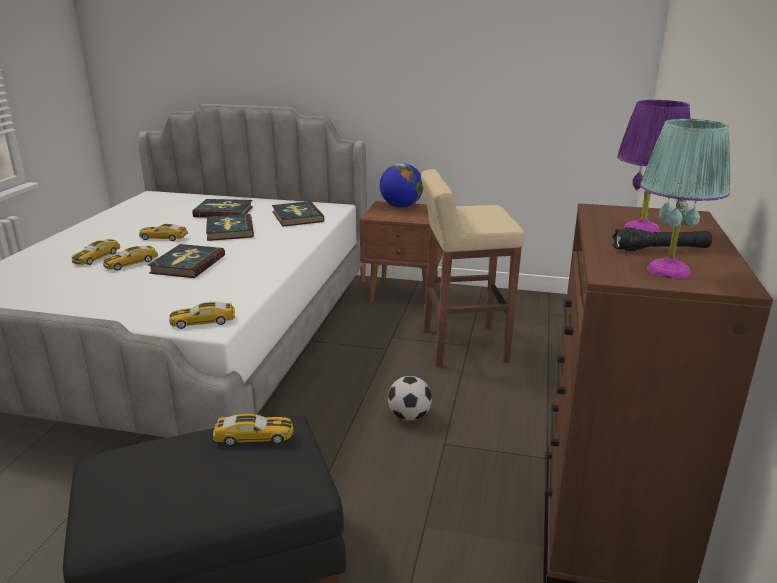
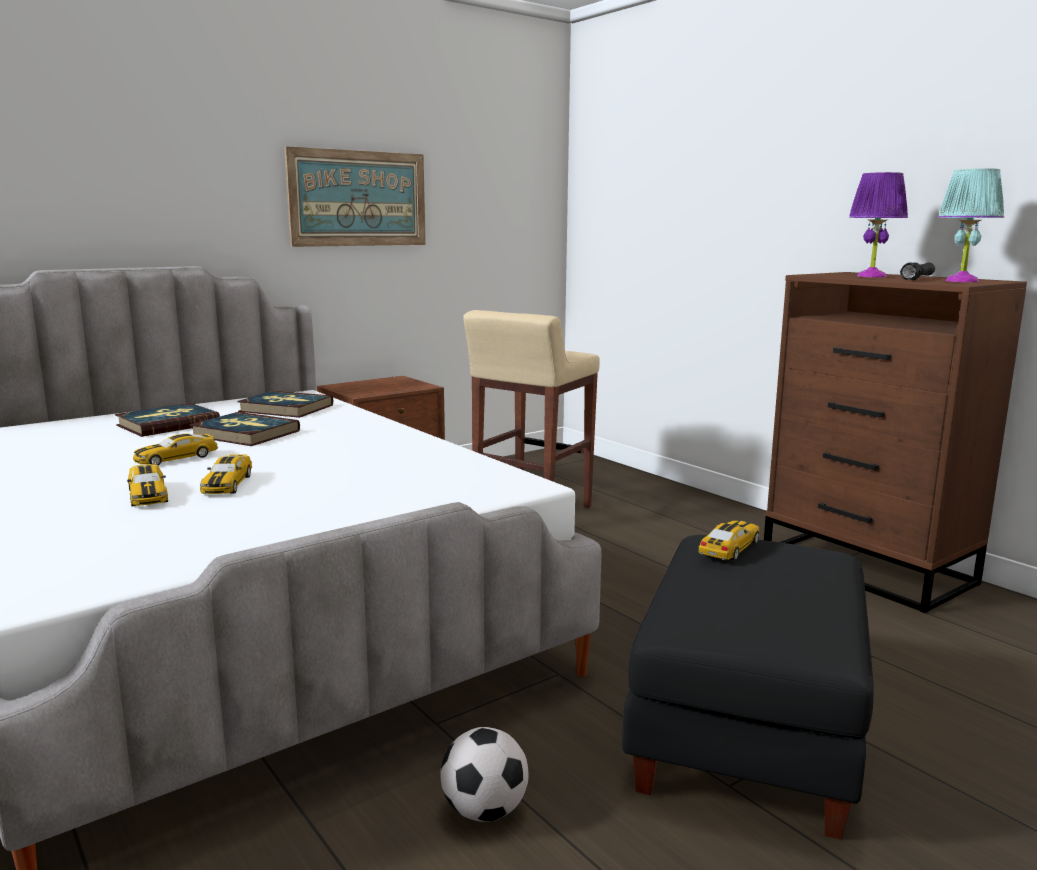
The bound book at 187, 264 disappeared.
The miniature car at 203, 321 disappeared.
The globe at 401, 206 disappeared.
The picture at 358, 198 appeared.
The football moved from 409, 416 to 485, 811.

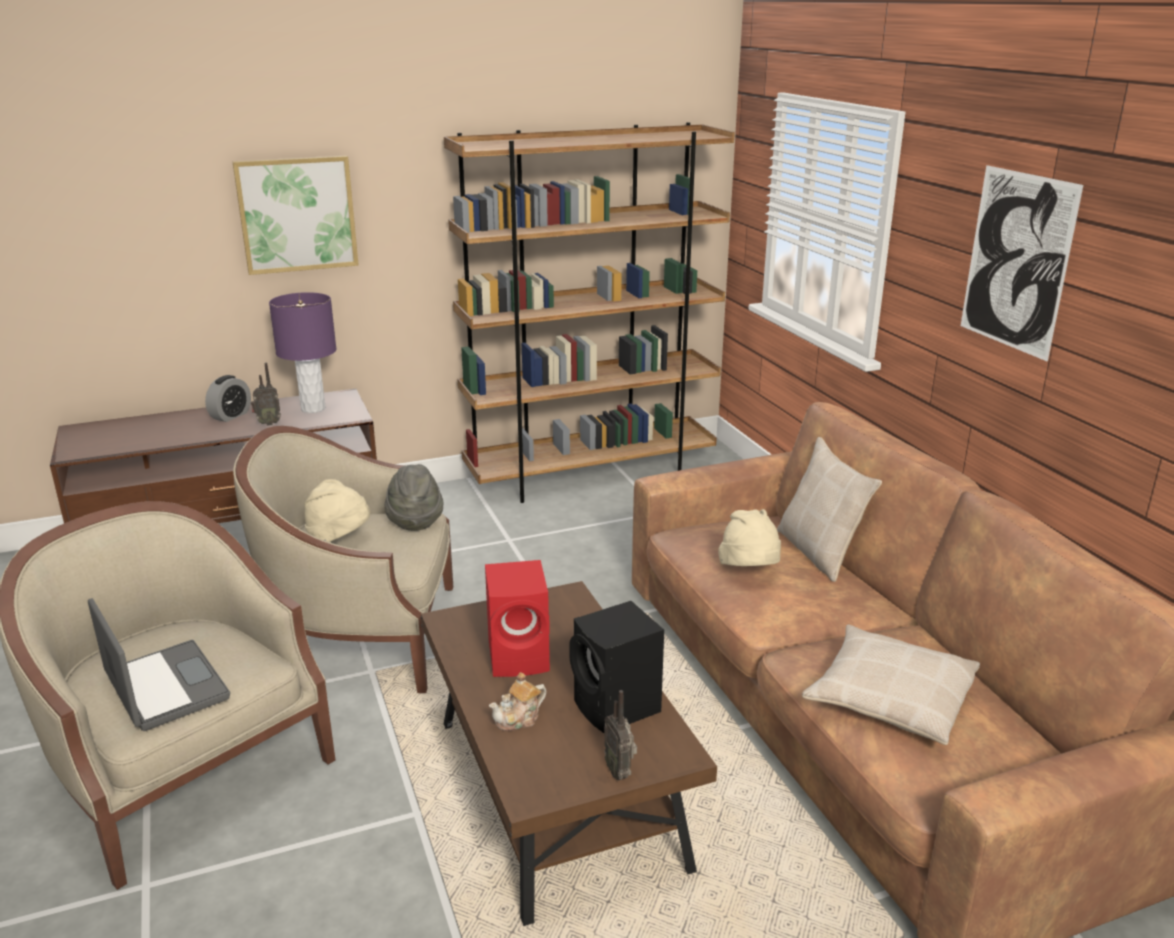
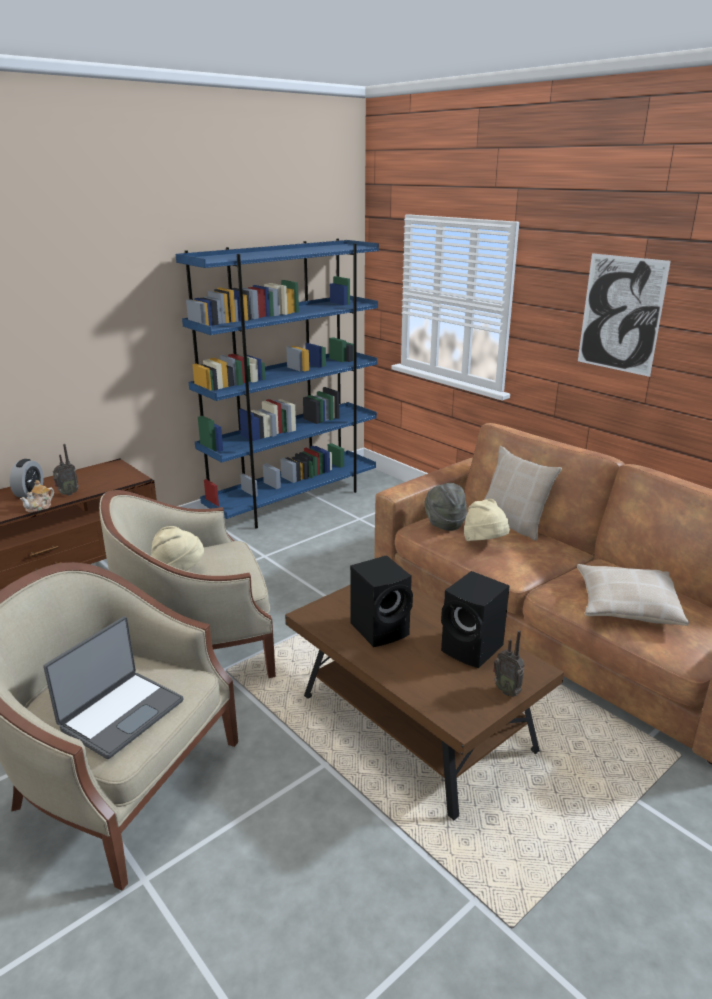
The picture at 297, 214 disappeared.
The table lamp/purplish at 312, 408 disappeared.
The wearable hat/greyish moved from 415, 520 to 444, 523.
The tea pot moved from 519, 719 to 40, 507.
The bookcase/brown at 591, 474 became the bookcase/blue at 293, 501.
The loudspeaker/reddish at 521, 656 became the loudspeaker/black at 381, 629.
The portable computer at 164, 688 turned 90 degrees clockwise.

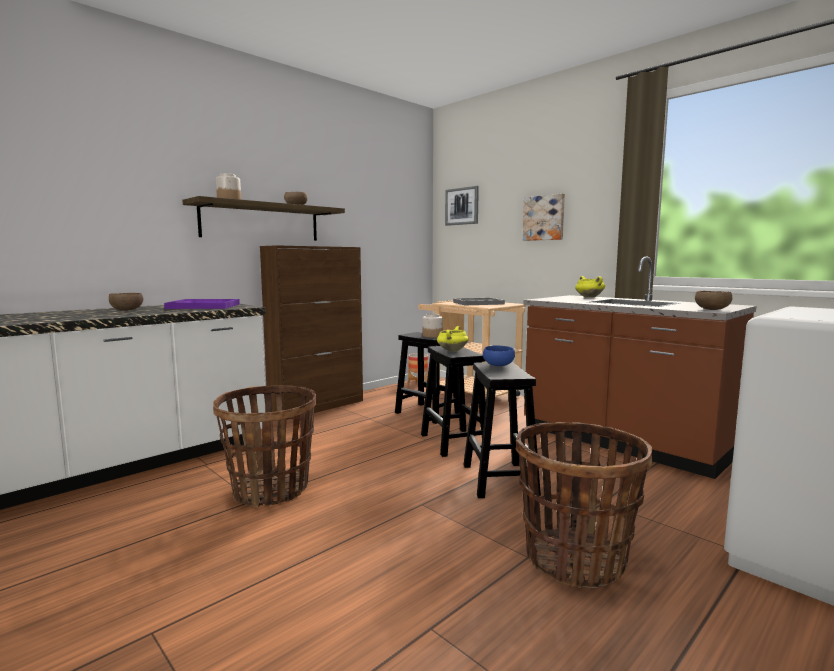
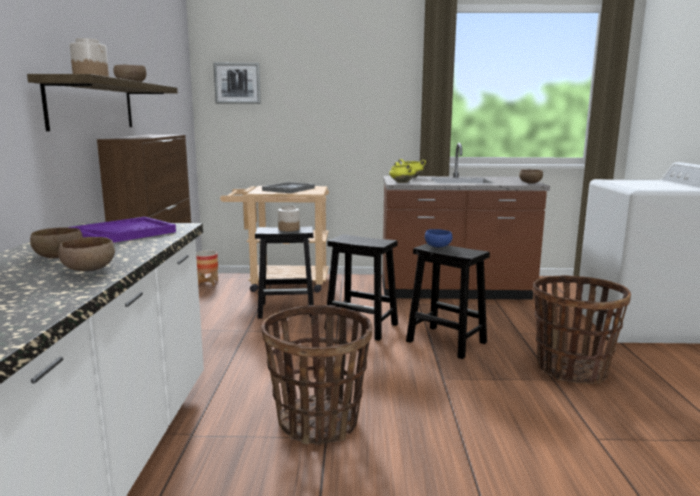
The picture at 544, 218 disappeared.
The serving bowl/brown at 90, 270 appeared.
The stockpot/yellow-coloured moved from 452, 350 to 401, 182.

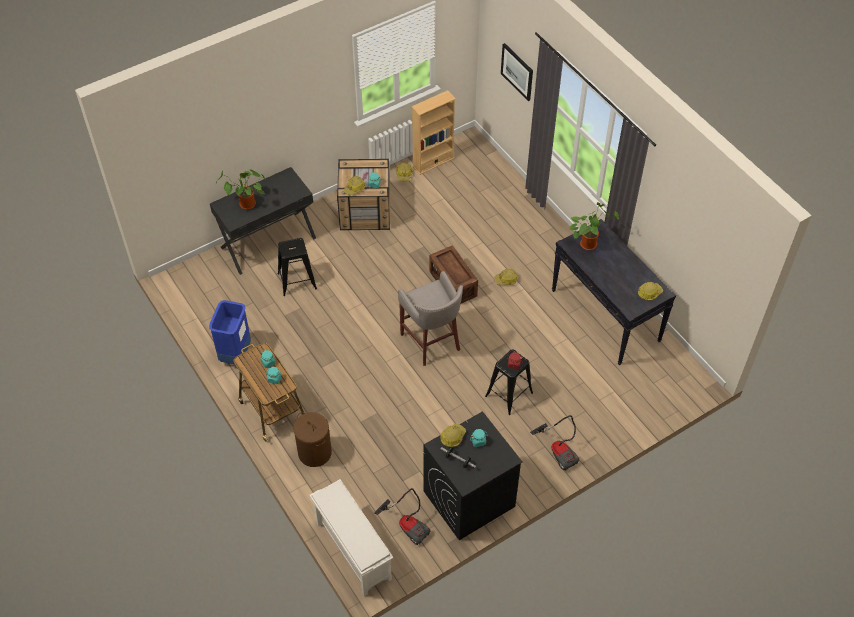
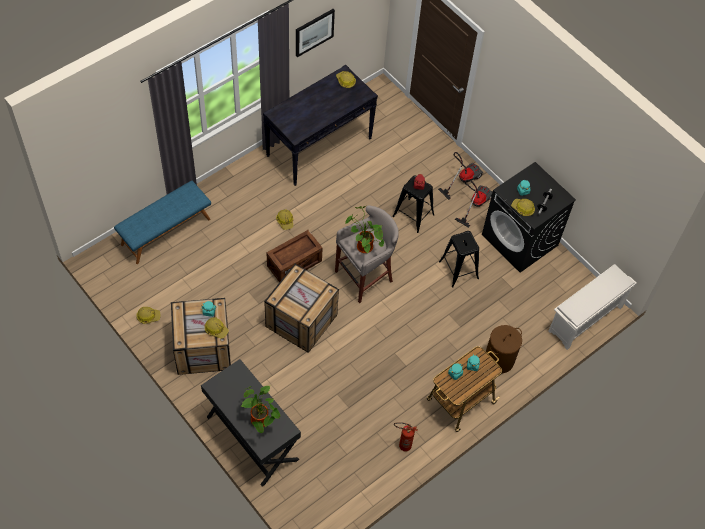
The bookcase/beige-coloured at 433, 162 disappeared.
The indoor bench/blue at 165, 231 appeared.
The packing crate at 302, 321 appeared.
The stool seat/black moved from 297, 281 to 458, 269.
The vacuum cleaner moved from 408, 525 to 475, 204.
The picture moved from 517, 71 to 314, 32.
The houseplant moved from 589, 243 to 363, 246.
The rubbish bin/blue at 236, 354 was replaced by the fire-fighting cylinder at 401, 445.

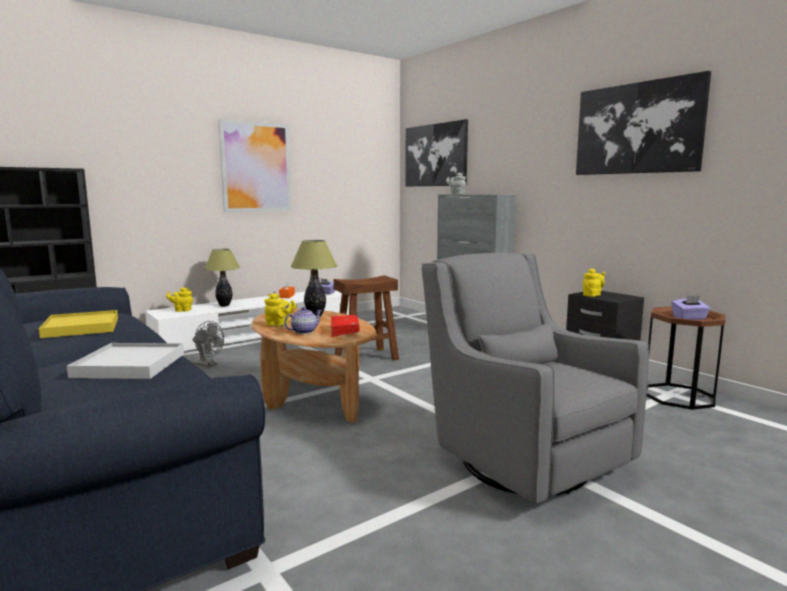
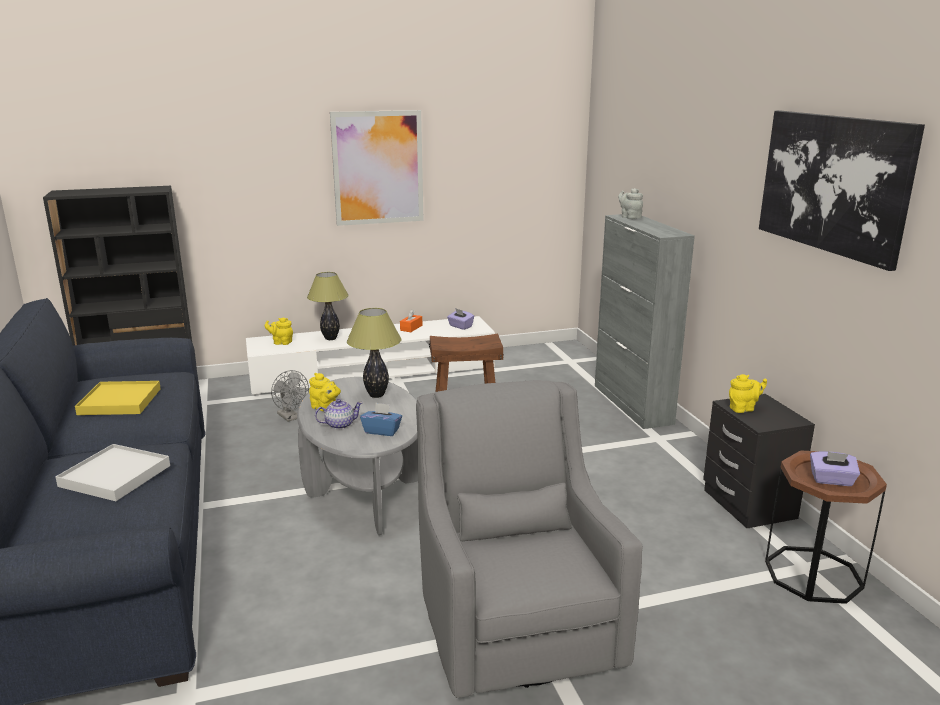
The picture at 435, 155 disappeared.
The bound book/reddish at 344, 331 was replaced by the tissue box/blue at 382, 431.
The low table/brown at 314, 398 became the low table/greyish at 364, 489.

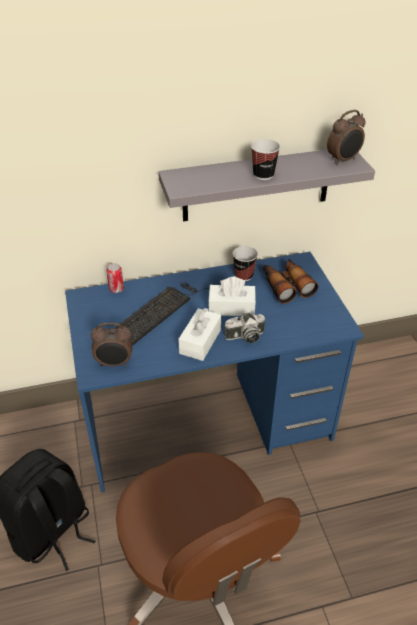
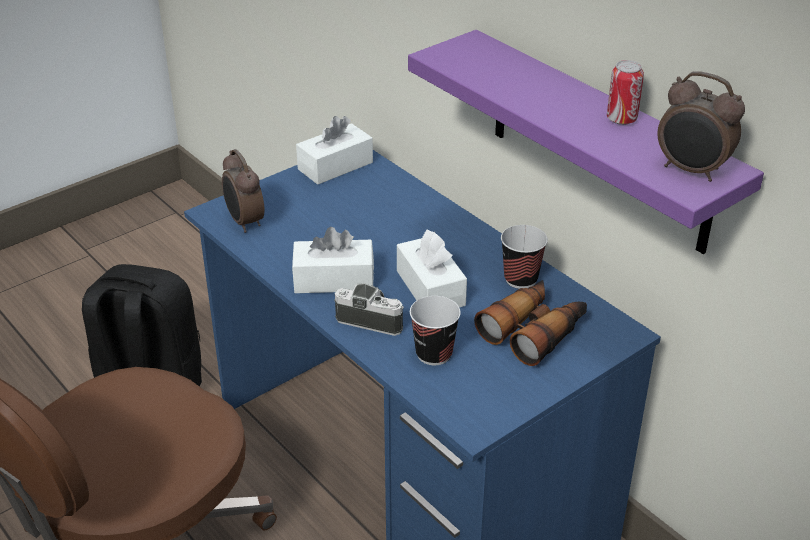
The PC keyboard at 160, 311 disappeared.
The tissue box/white at 335, 166 appeared.
The sealed can moved from 116, 289 to 621, 119.
The cup moved from 263, 175 to 434, 354.
The shelf/greyish at 256, 184 became the shelf/purplish at 599, 142.
The still camera at 245, 337 turned 150 degrees clockwise.

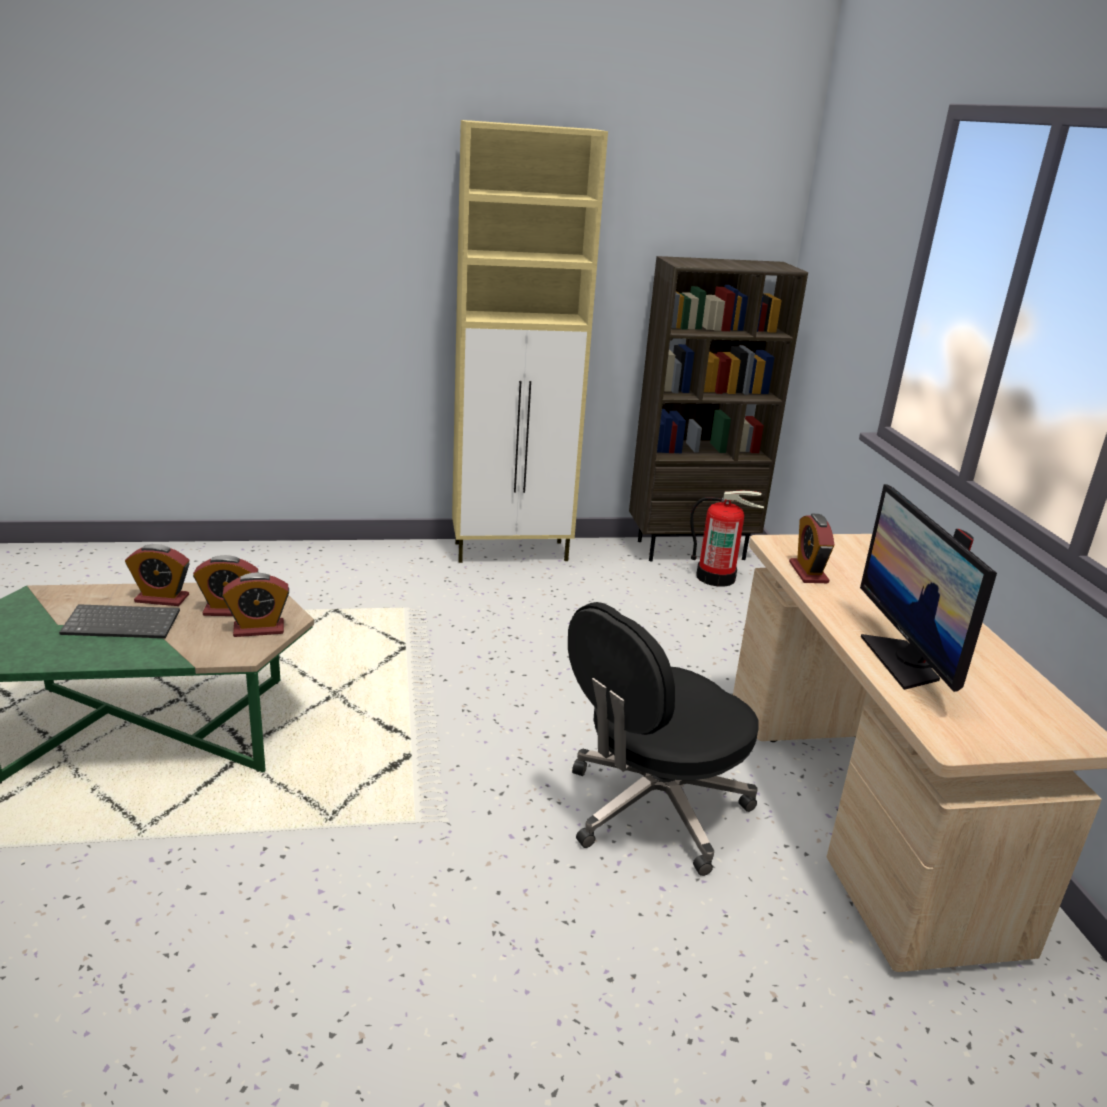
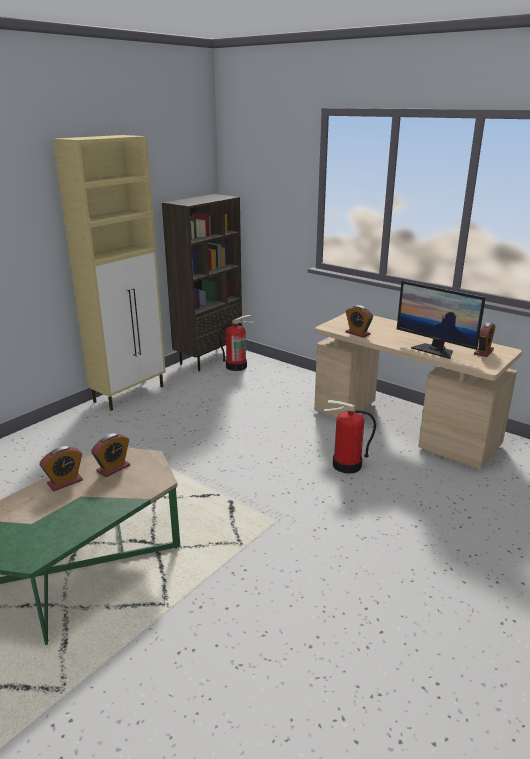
The PC keyboard at 123, 623 disappeared.
The bedside clock moved from 258, 629 to 483, 352.
The desk chair/black at 653, 809 was replaced by the fire-fighting cylinder at 346, 465.

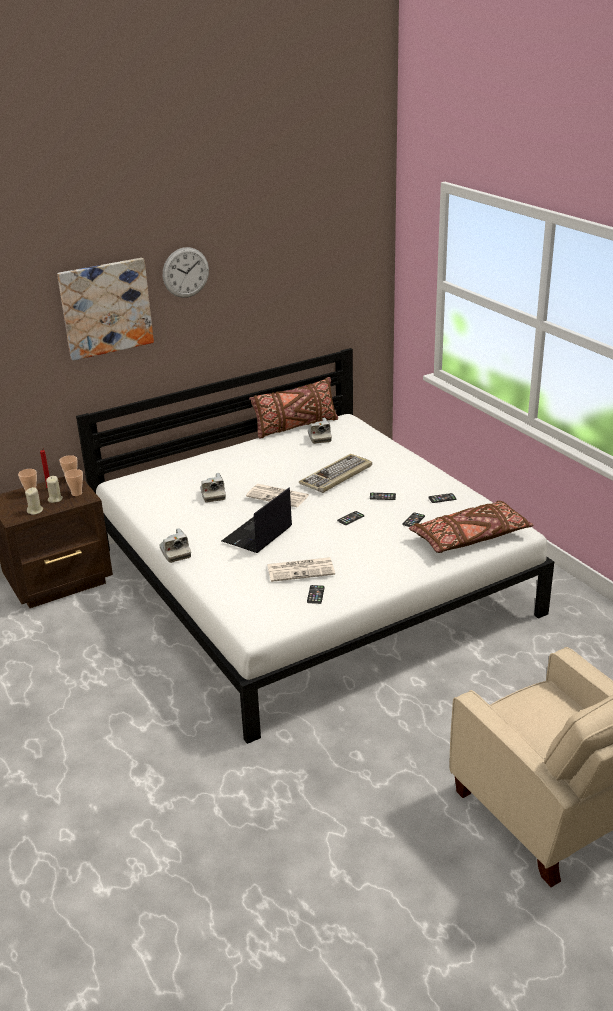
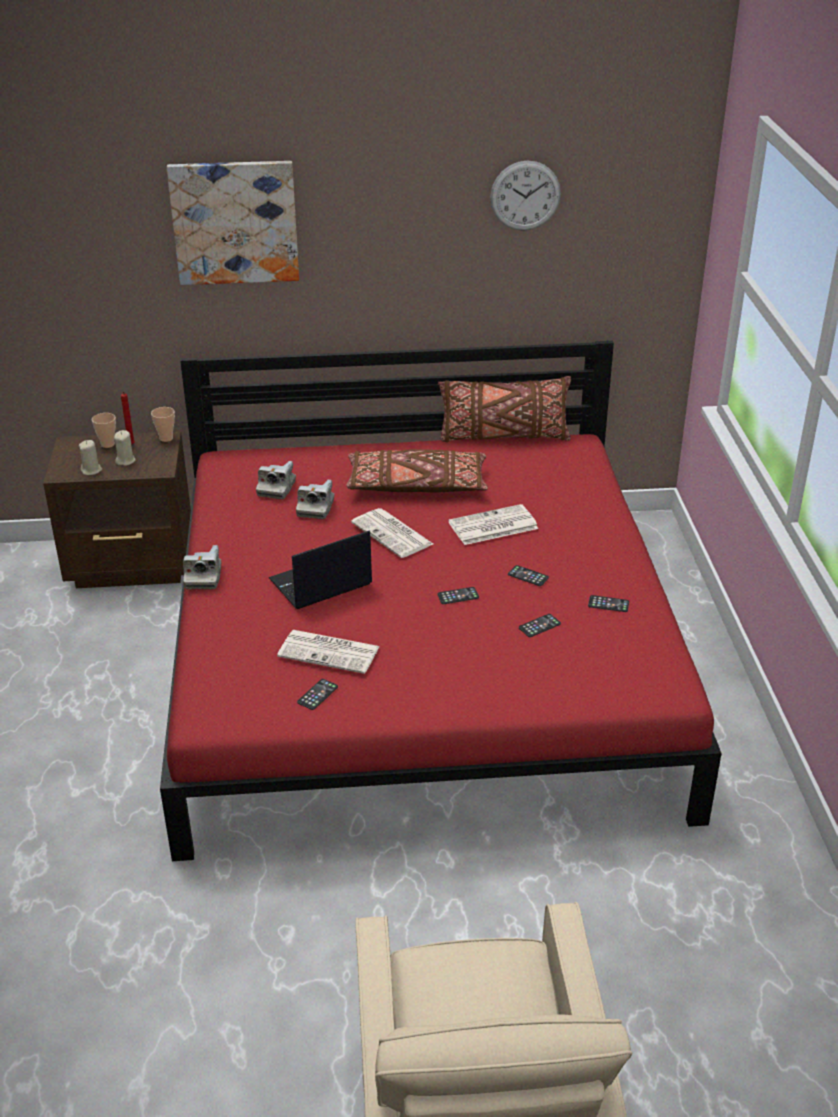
The cup at 76, 493 disappeared.
The wall clock moved from 185, 272 to 525, 195.
The still camera moved from 319, 437 to 276, 488.
The cushion/brown moved from 469, 538 to 416, 485.
The PC keyboard at 336, 476 was replaced by the daily paper at 492, 526.
The bed/white at 309, 580 became the bed/reddish at 420, 660.

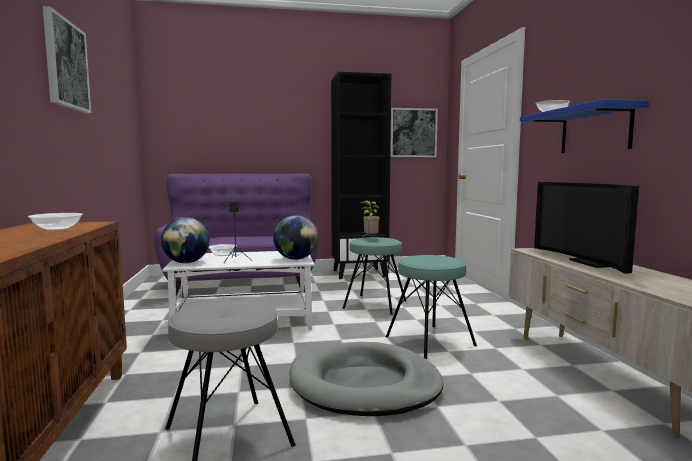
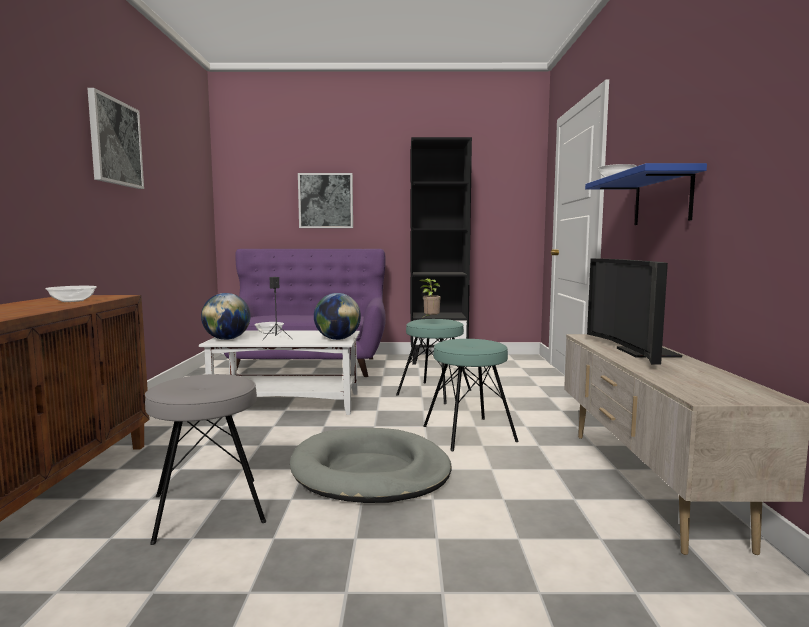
The picture moved from 413, 133 to 326, 201.

